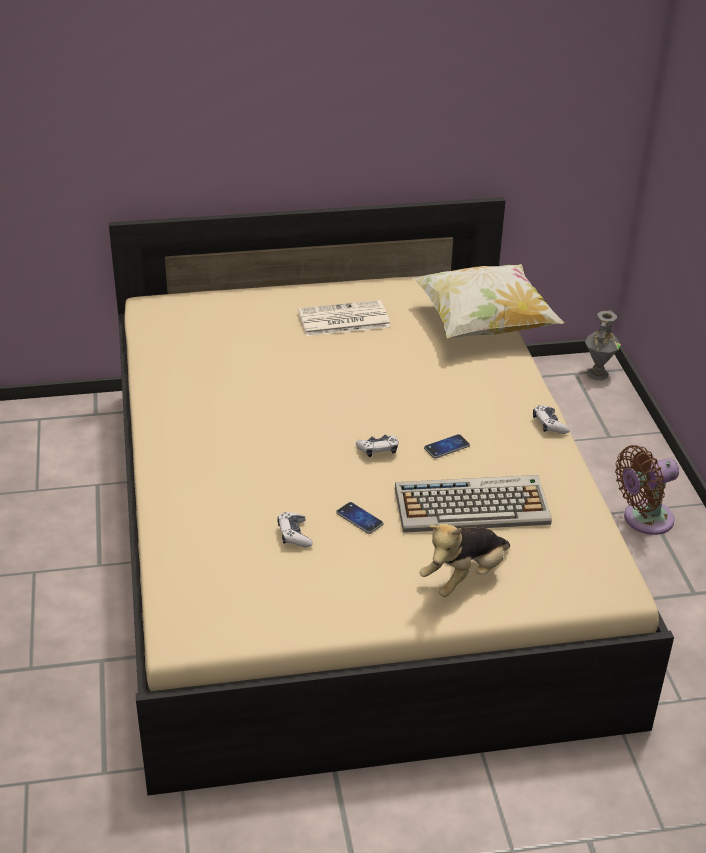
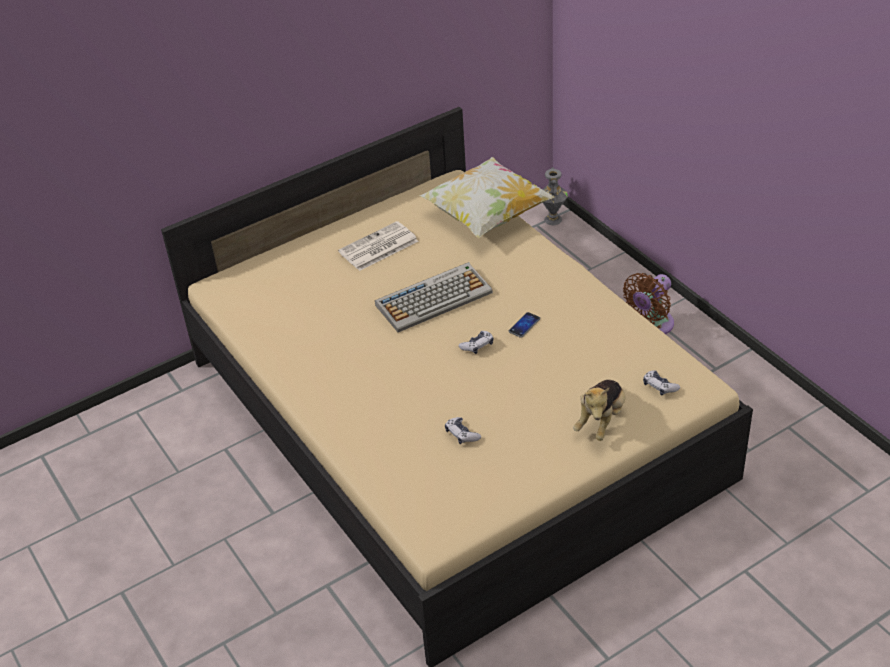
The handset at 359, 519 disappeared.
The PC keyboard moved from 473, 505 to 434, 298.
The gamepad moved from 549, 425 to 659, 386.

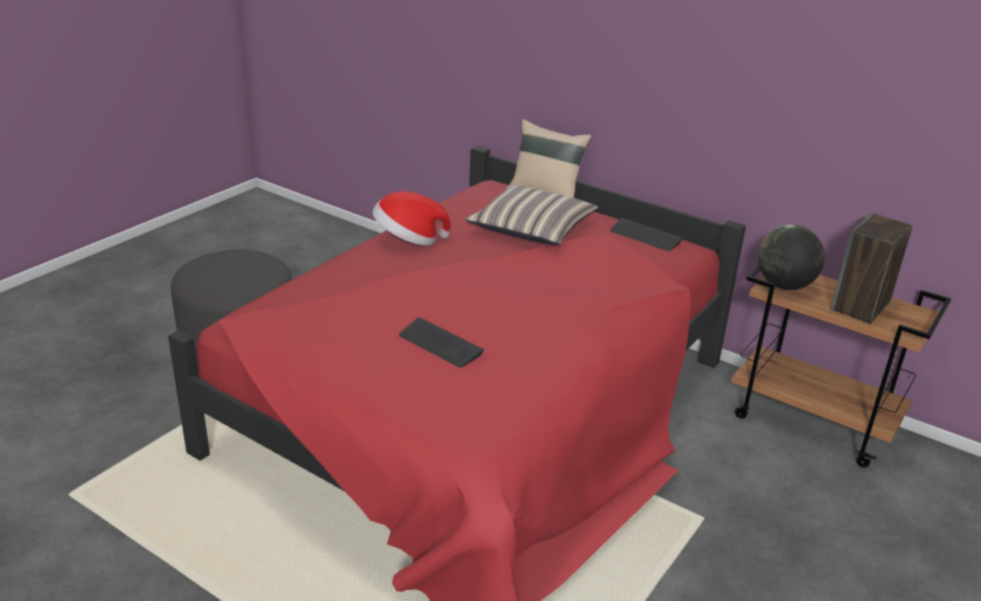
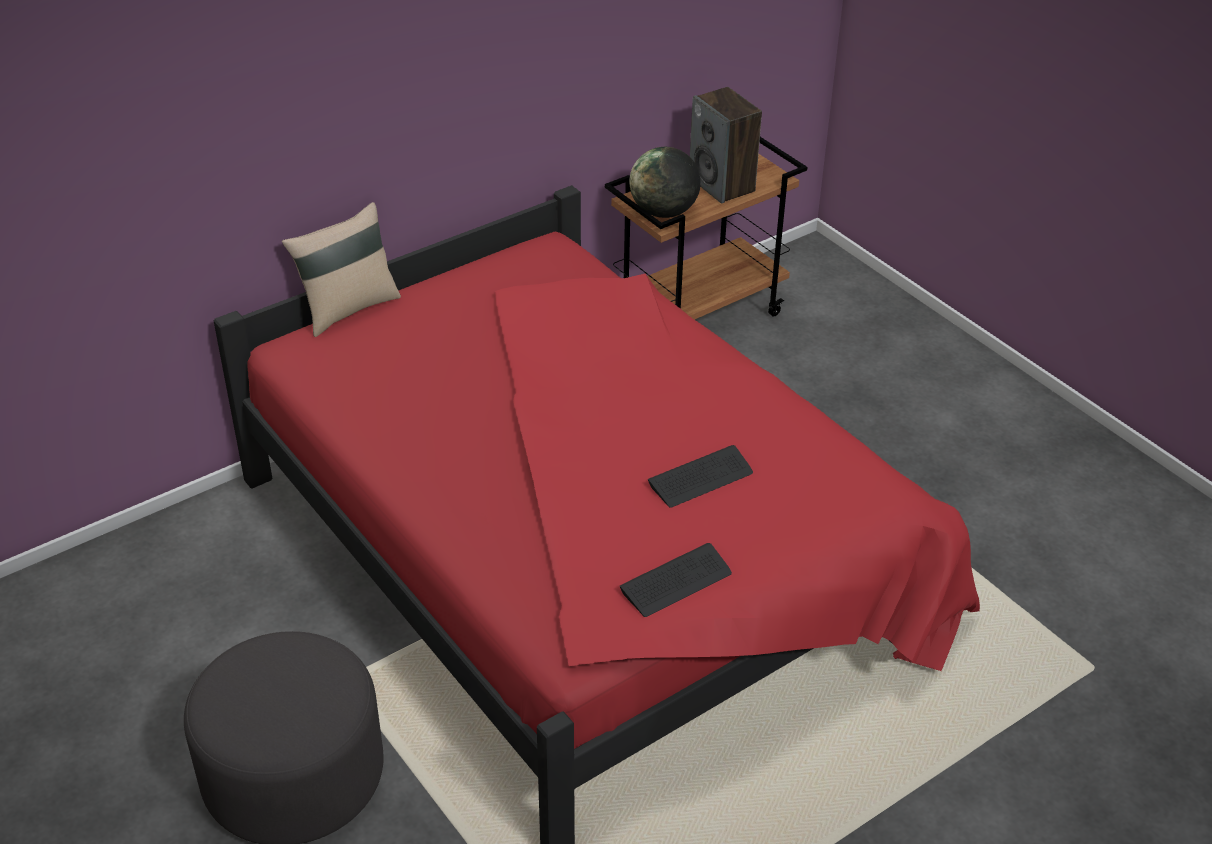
The wearable hat at 408, 240 disappeared.
The cushion at 532, 228 disappeared.
The PC keyboard moved from 645, 236 to 676, 582.

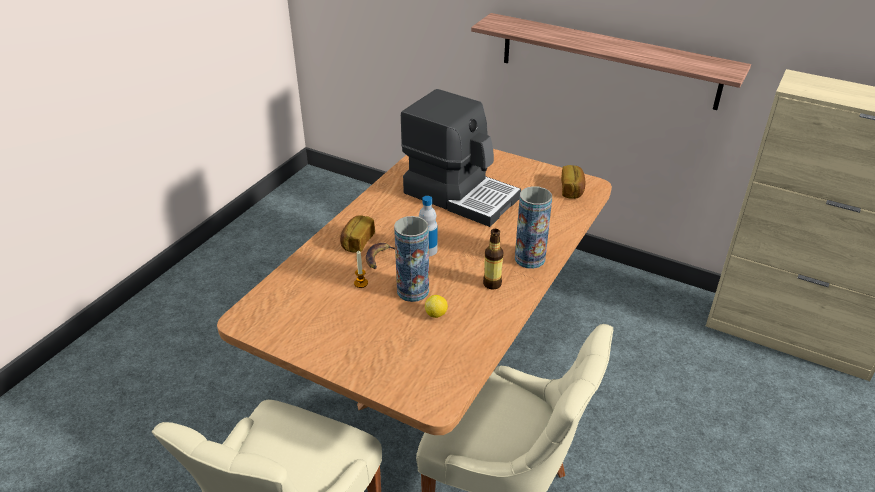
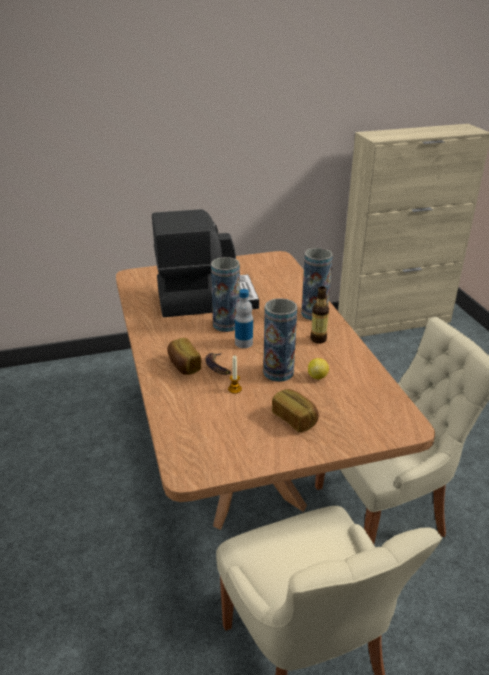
The shelf at 608, 60 disappeared.
The decorative vase at 226, 324 appeared.
The bakery bread moved from 572, 190 to 295, 418.

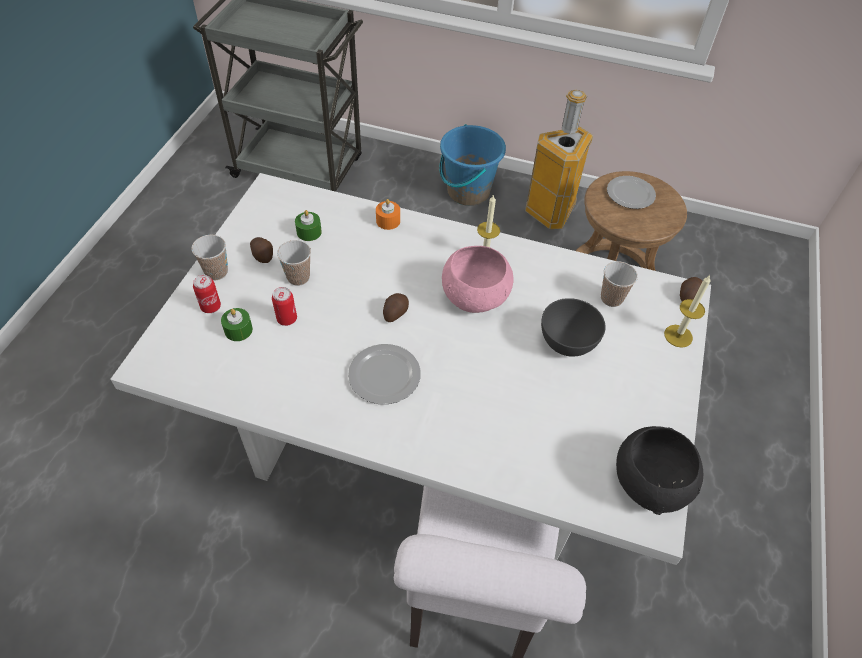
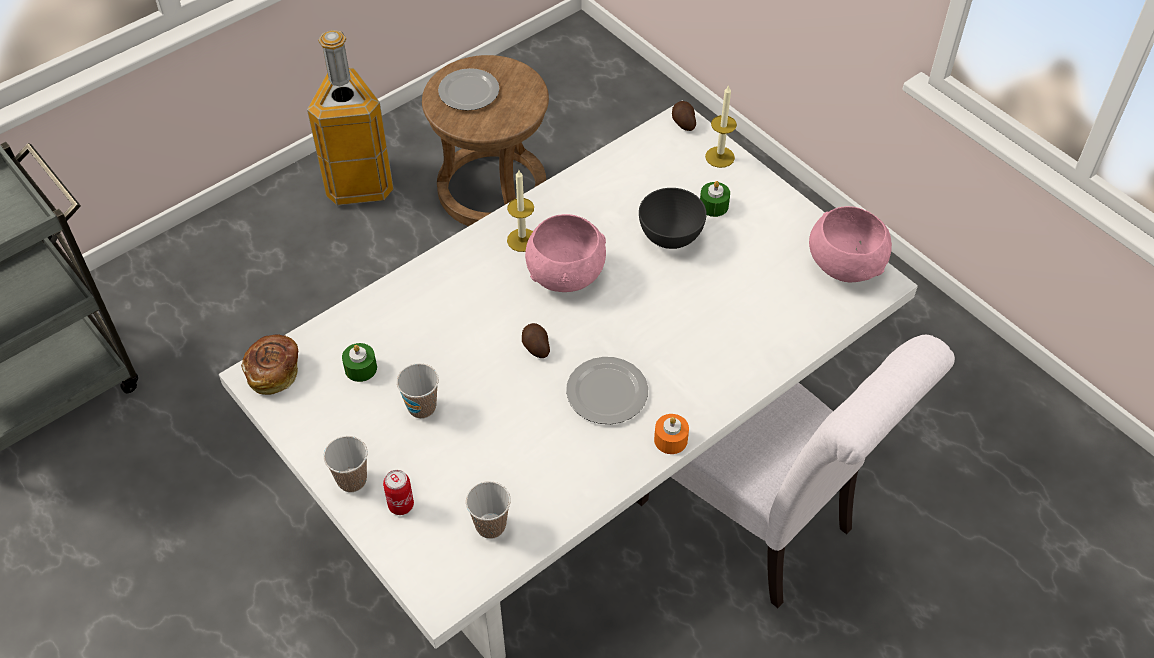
The spud at 263, 255 disappeared.
The sealed can at 287, 319 disappeared.
The bucket/blue at 468, 192 disappeared.
The bakery bread at 274, 372 appeared.
The wax candle/green moved from 238, 330 to 714, 205.
The wax candle/orange moved from 388, 221 to 670, 440.
The cup moved from 611, 298 to 490, 526.
The serving bowl/black at 649, 482 became the serving bowl/pinkish at 844, 265.

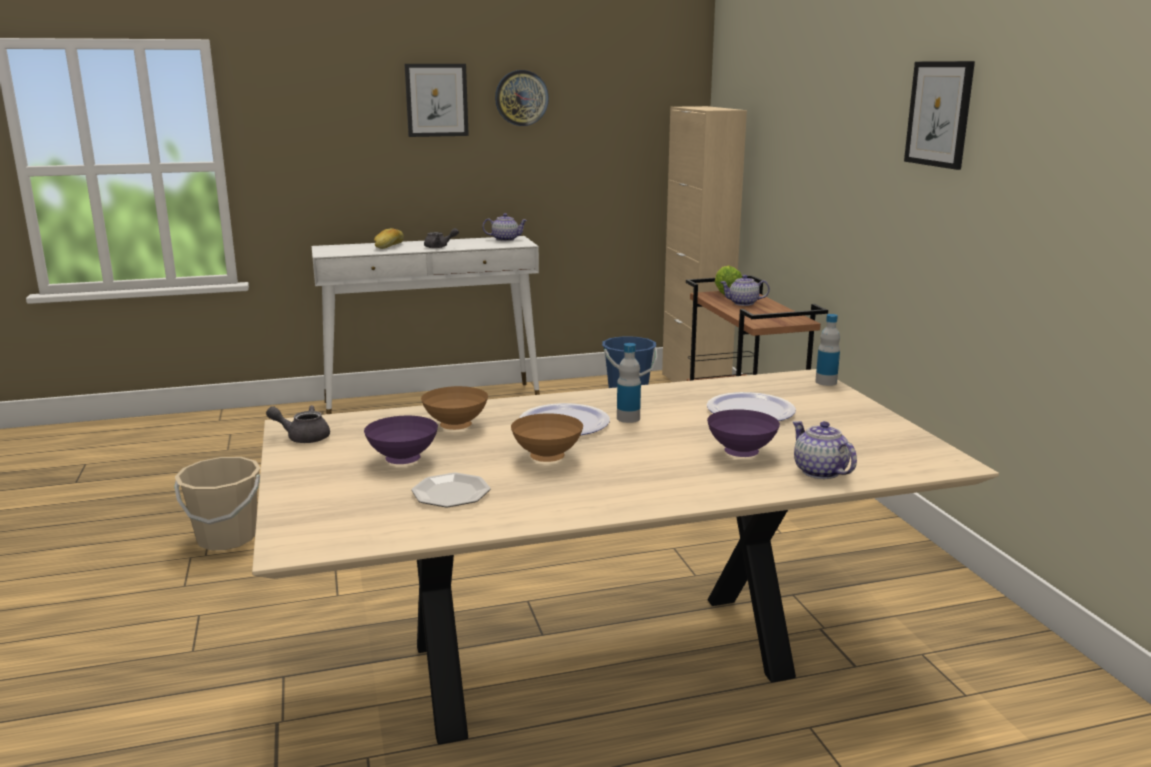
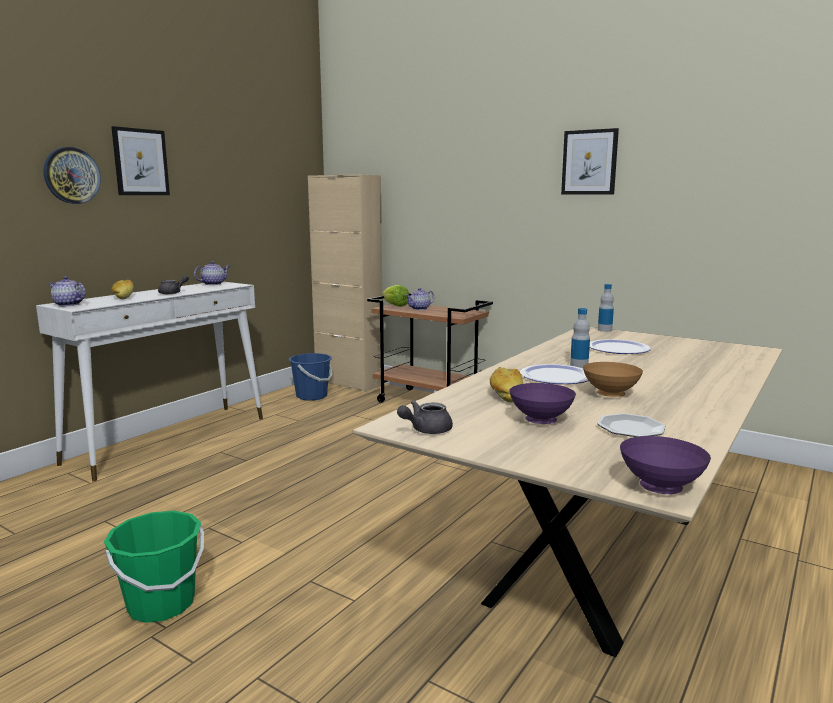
The wall clock moved from 521, 98 to 71, 175.
The serving bowl/purplish moved from 740, 453 to 659, 489.
The tea pot moved from 819, 471 to 68, 304.
The serving bowl/brown at 456, 427 was replaced by the bakery bread at 505, 395.
The bucket/beige-coloured at 226, 538 became the bucket/green at 161, 604.

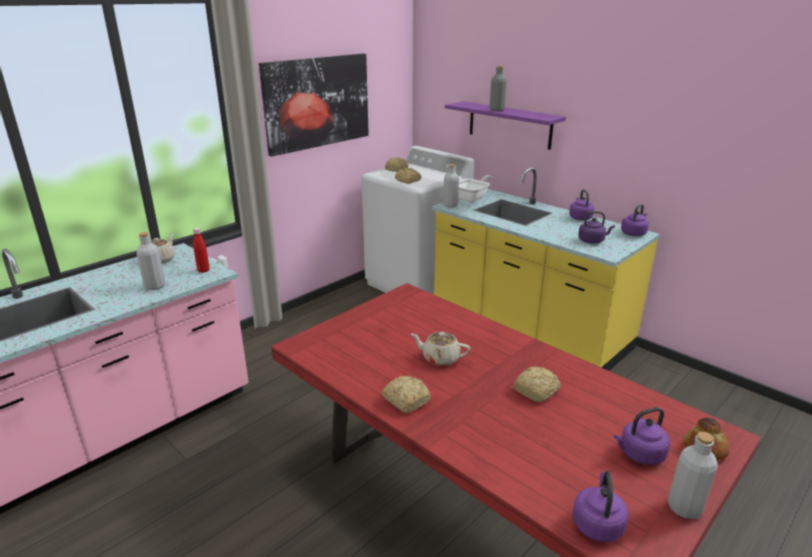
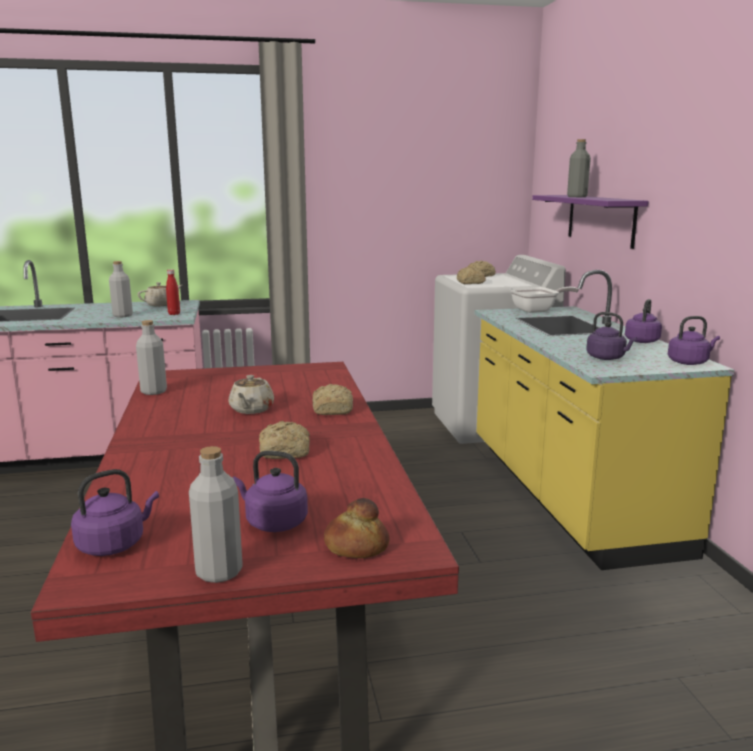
The picture at 317, 102 disappeared.
The bakery bread moved from 406, 400 to 333, 409.
The drink bottle/greyish moved from 450, 205 to 154, 391.
The tea pot/beige-coloured at 440, 358 turned 135 degrees counterclockwise.

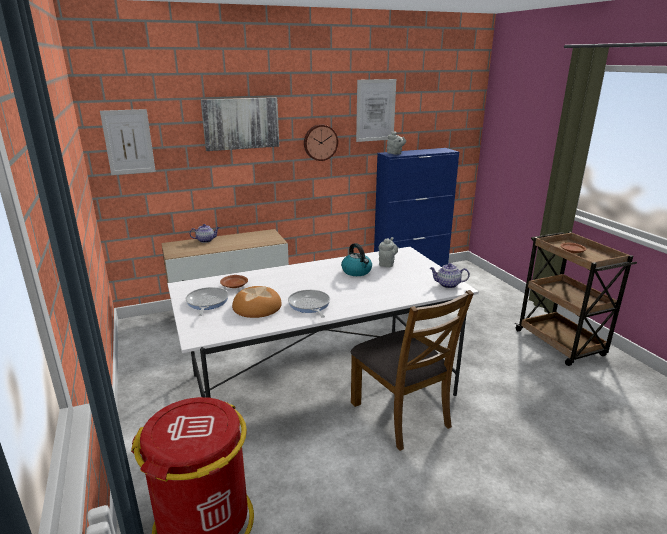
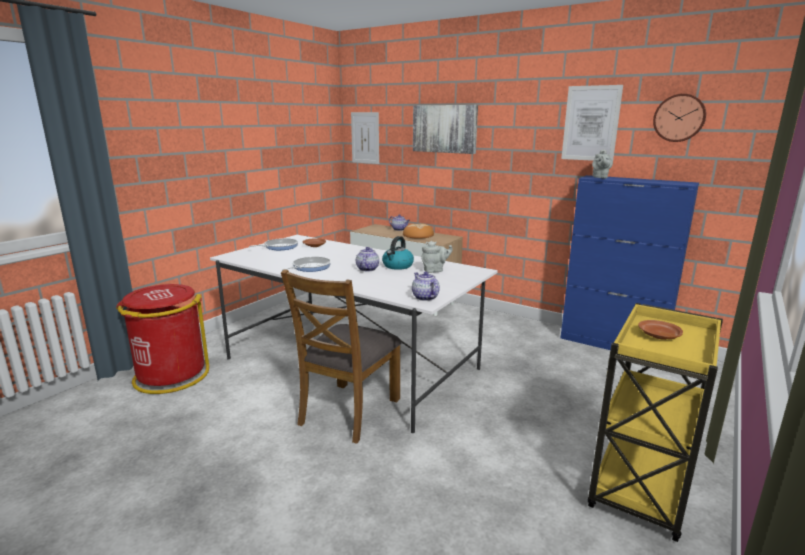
The tea pot at 367, 269 appeared.
The bakery bread moved from 256, 306 to 418, 235.
The wall clock moved from 320, 142 to 679, 118.
The wheeled cart/brown at 560, 344 became the wheeled cart/yellow-coloured at 640, 489.

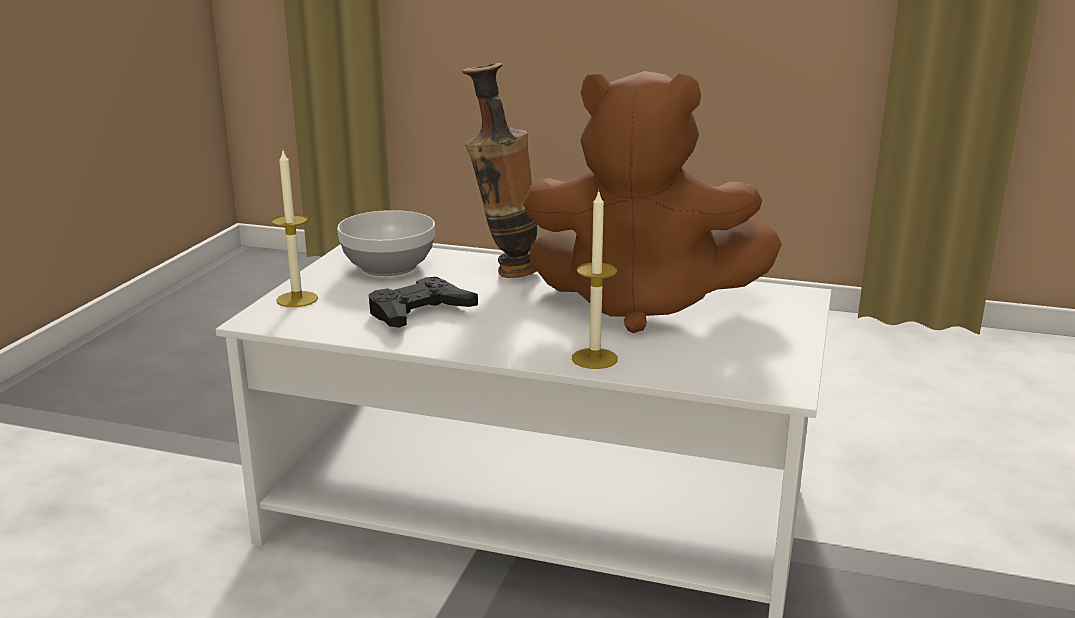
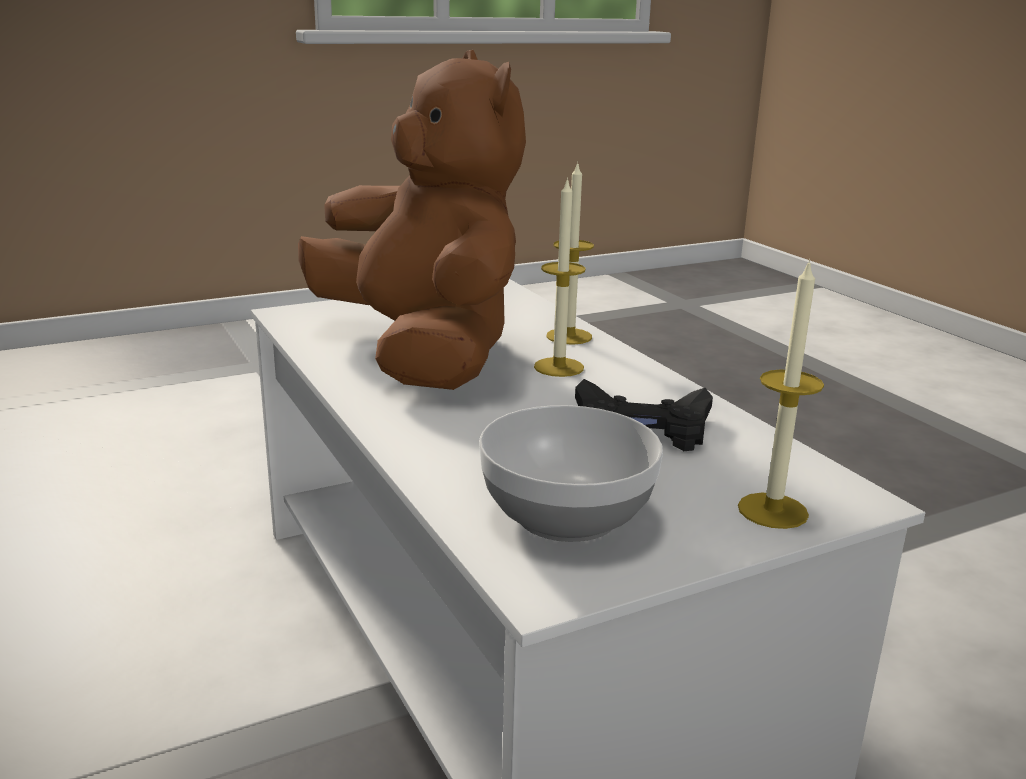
The decorative vase at 504, 272 disappeared.
The wax candle at 559, 367 appeared.

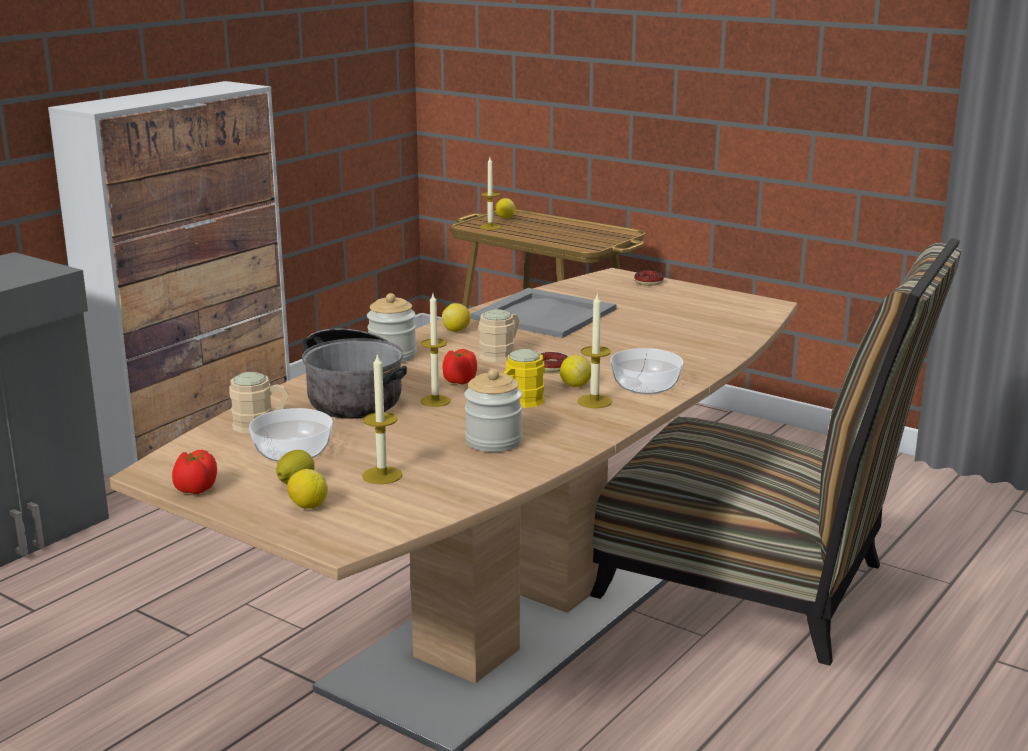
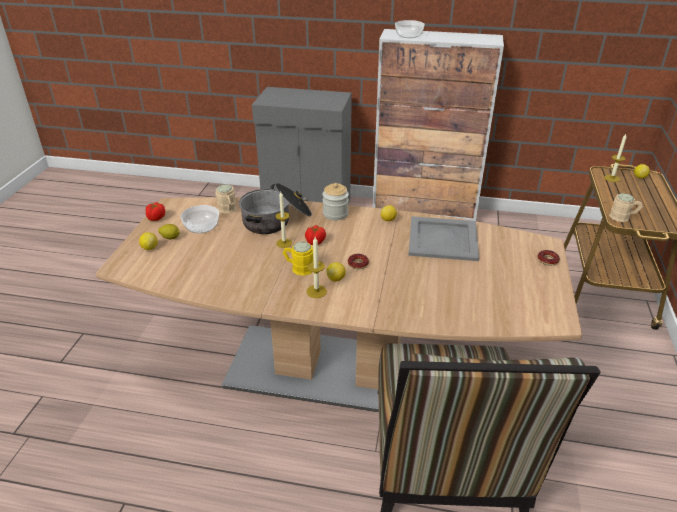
The wax candle at 382, 475 disappeared.
The storage jar at 493, 441 disappeared.
The coffee mug/beige-coloured moved from 501, 354 to 623, 217.
The serving bowl moved from 647, 387 to 409, 36.

